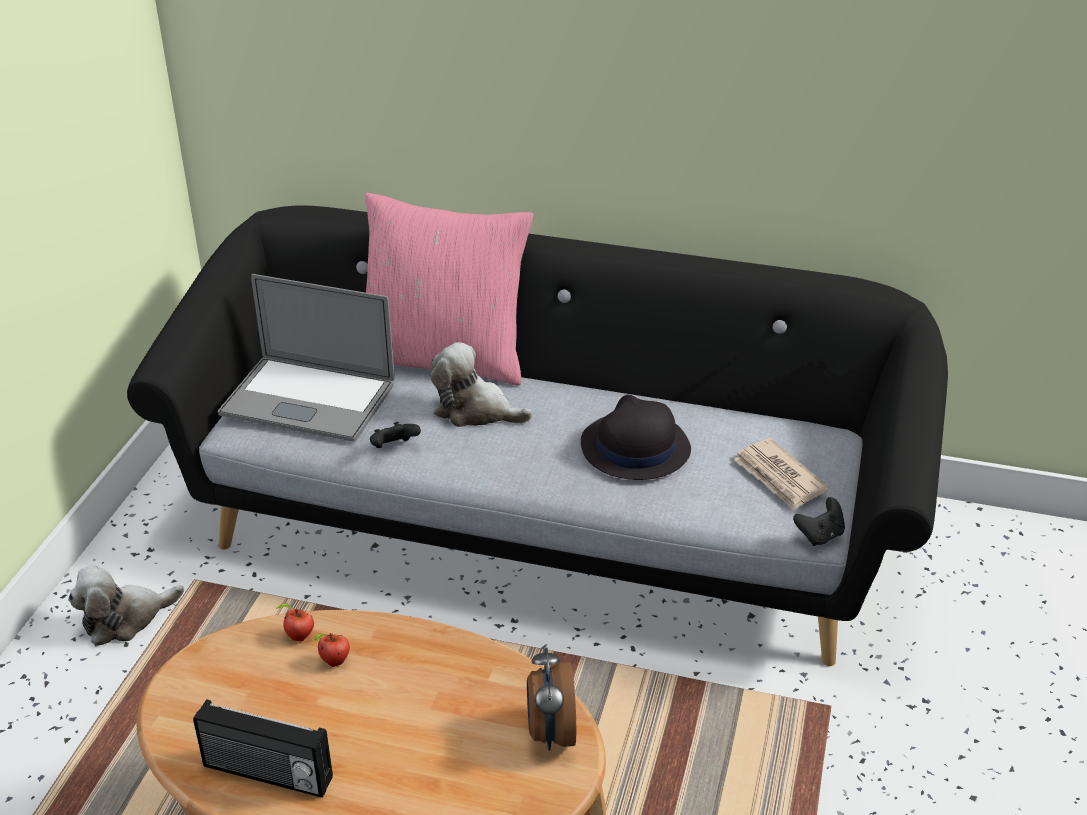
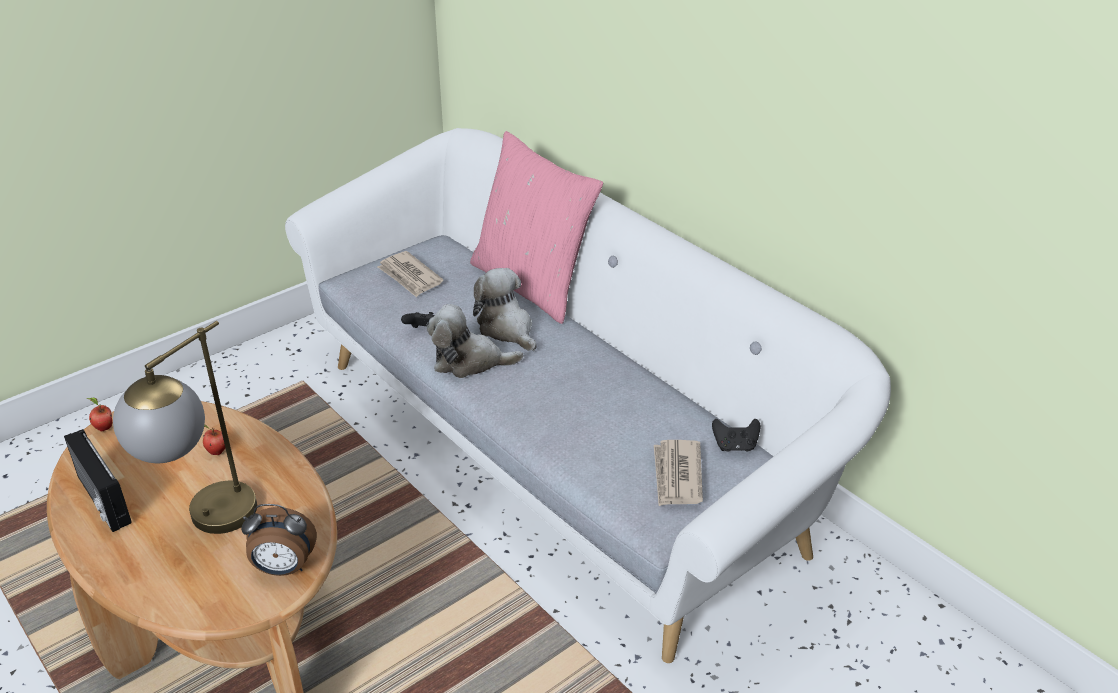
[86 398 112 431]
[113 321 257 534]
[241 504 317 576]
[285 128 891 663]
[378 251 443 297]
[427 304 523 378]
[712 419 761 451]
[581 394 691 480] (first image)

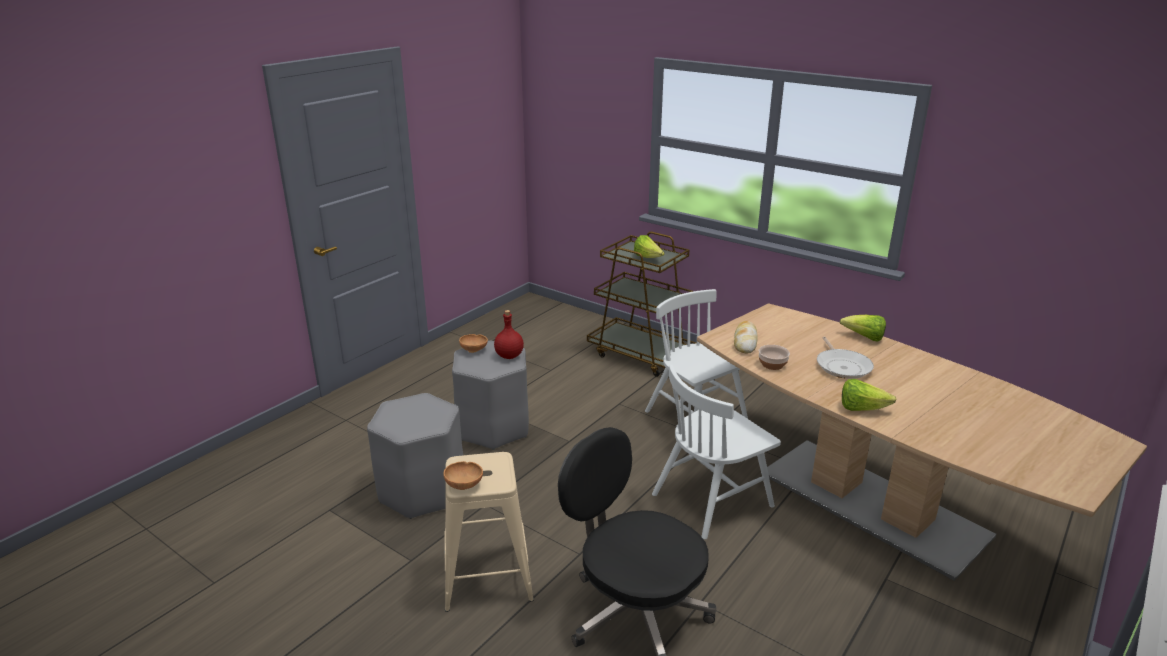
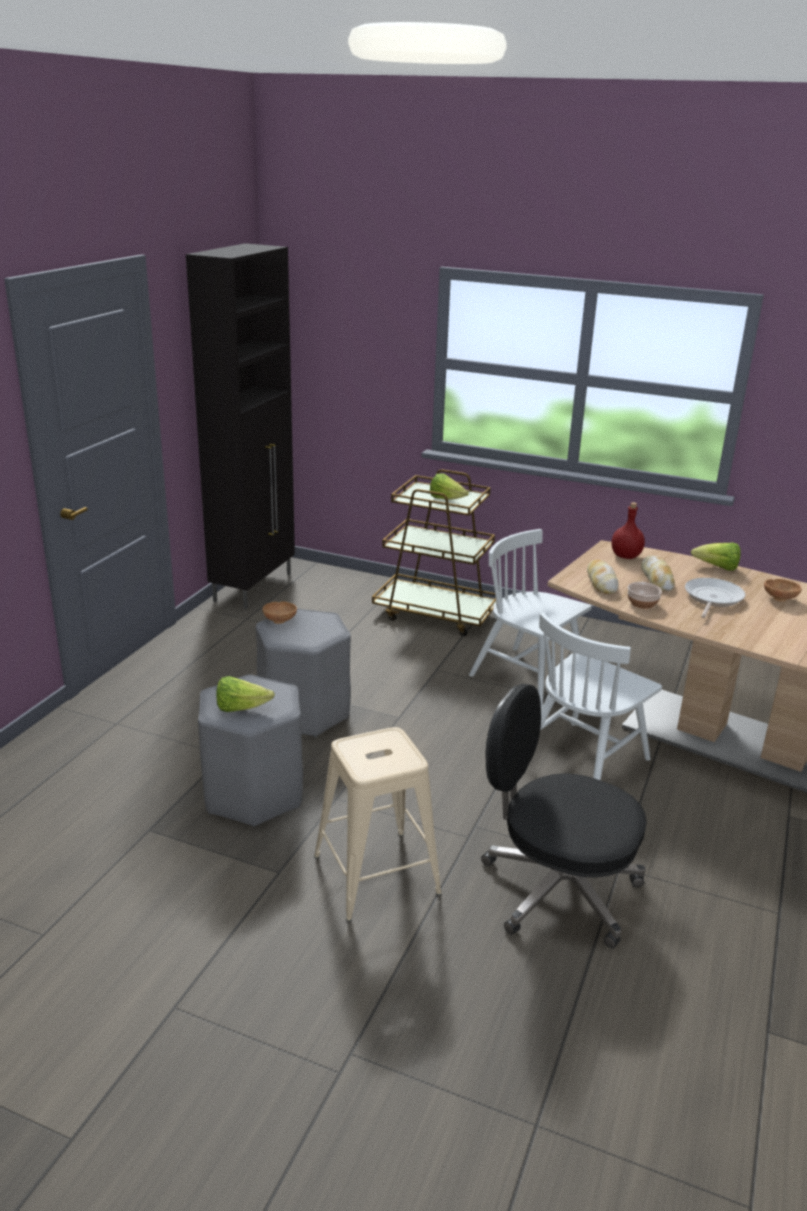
[186 243 295 609]
[216 676 275 712]
[611 502 645 559]
[641 555 675 591]
[685 578 745 618]
[764 579 802 601]

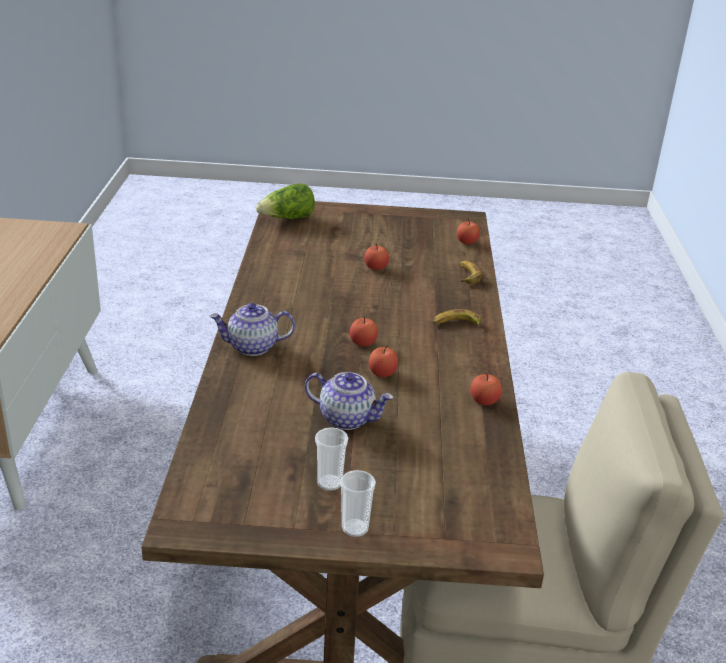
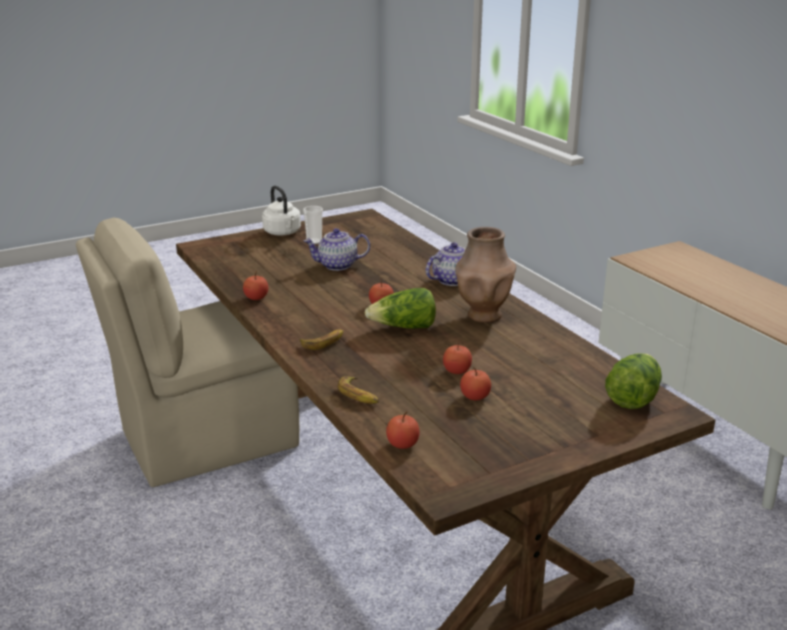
[262 186 301 236]
[365 288 436 329]
[456 227 516 323]
[460 367 491 400]

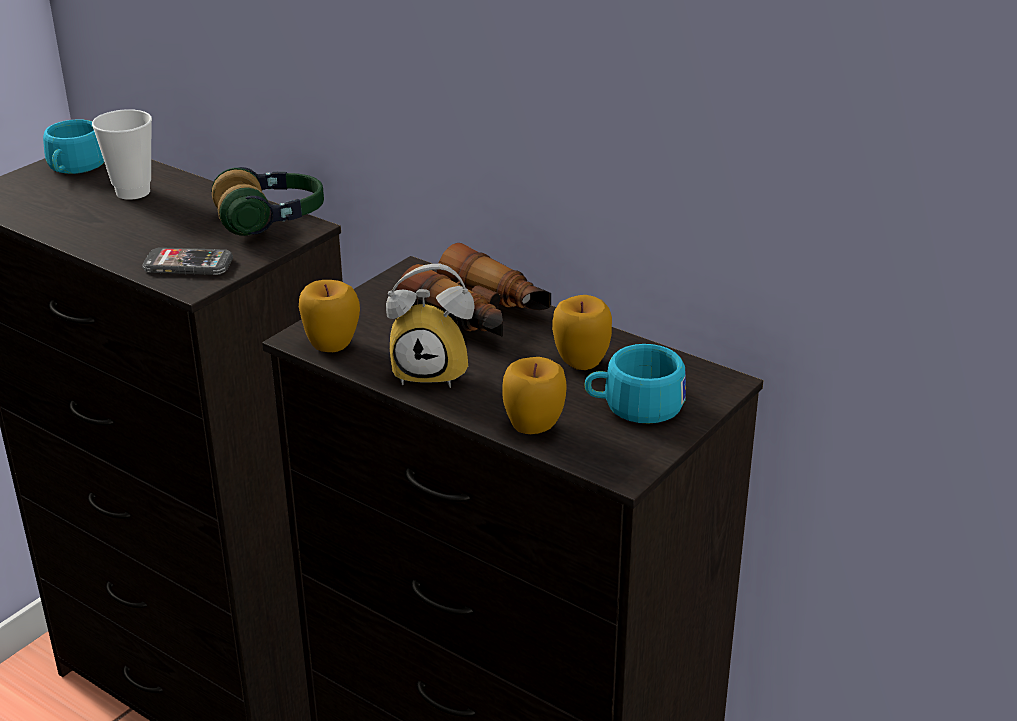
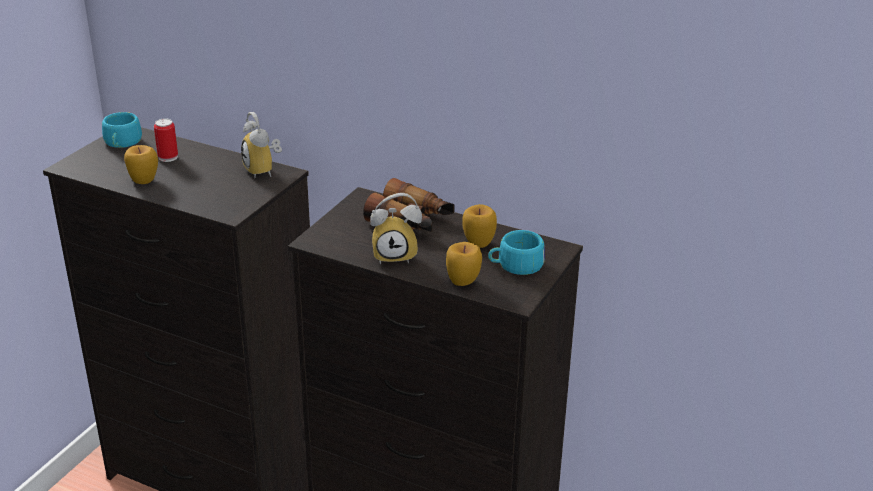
[124 145 158 184]
[154 119 178 162]
[241 112 282 178]
[142 247 233 275] (first image)

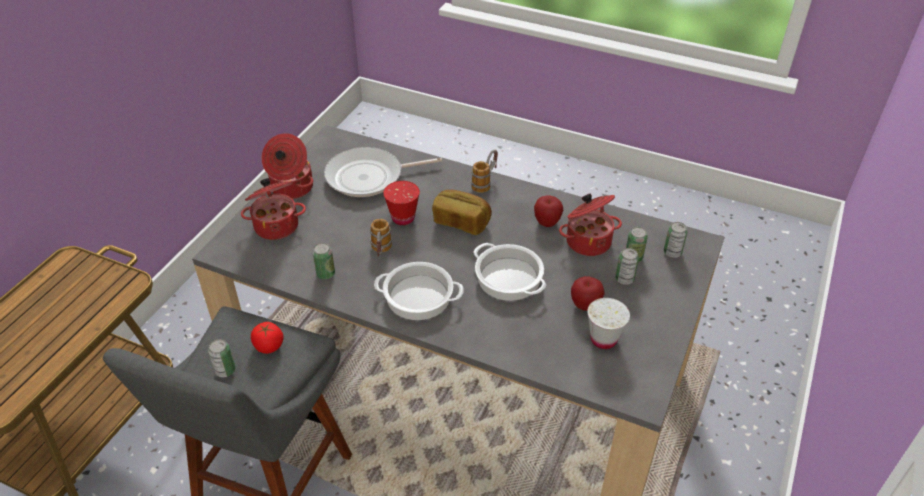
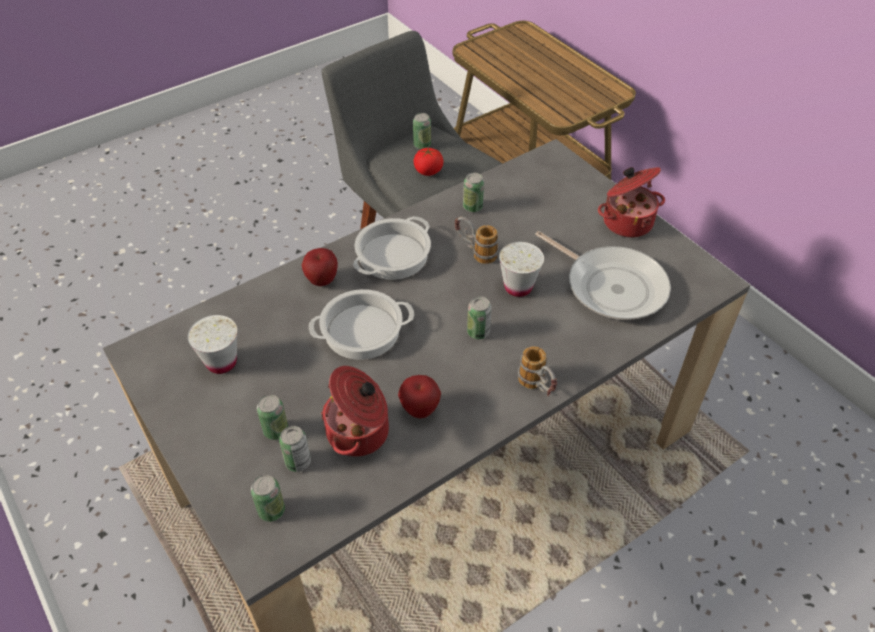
[302 248 338 286]
[467 296 492 339]
[499 242 544 297]
[535 231 671 320]
[241 178 306 240] (first image)

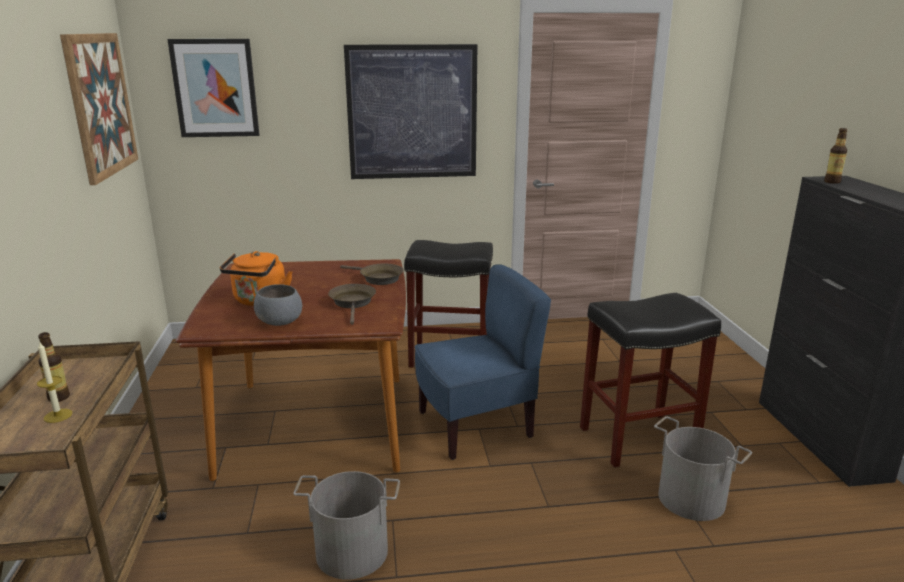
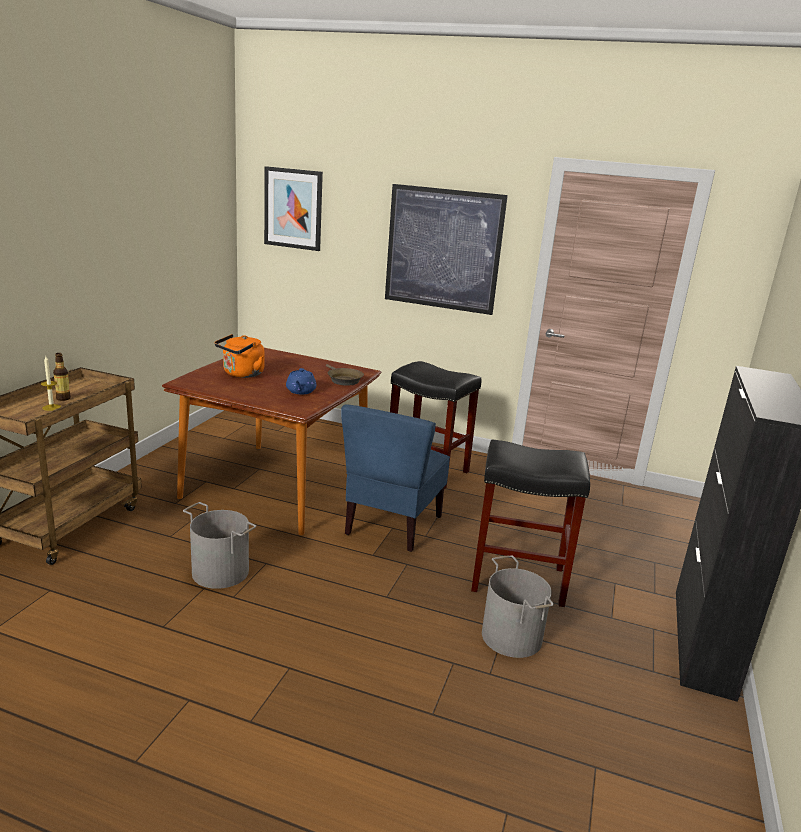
[286 368 316 394]
[341 404 450 552]
[60 33 138 185] (first image)
[254 284 302 326] (first image)
[824 128 847 184] (first image)

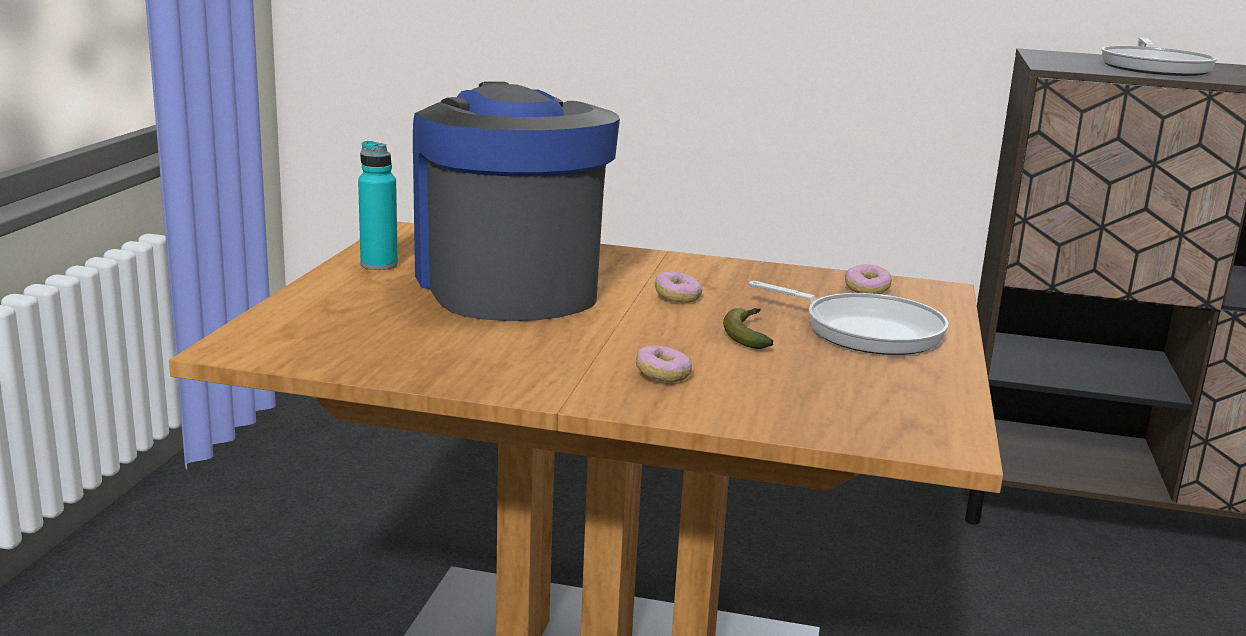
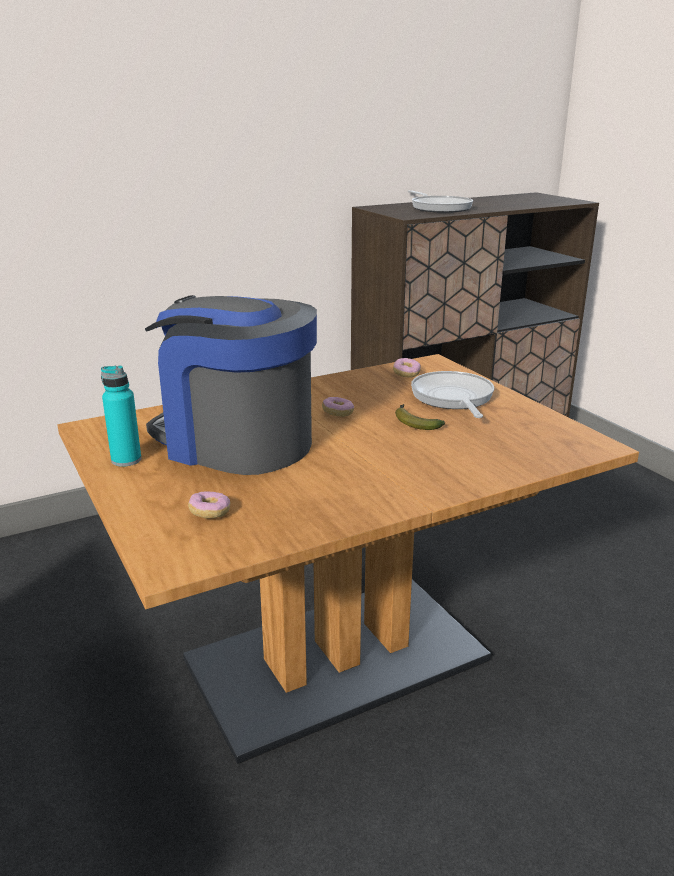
[188 491 230 519]
[411 371 494 418]

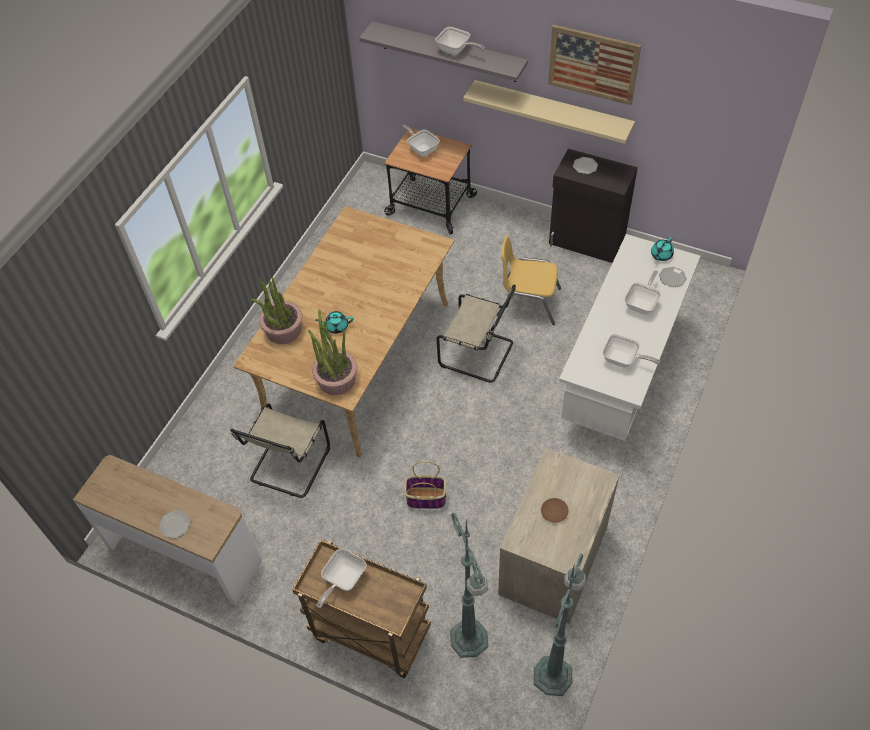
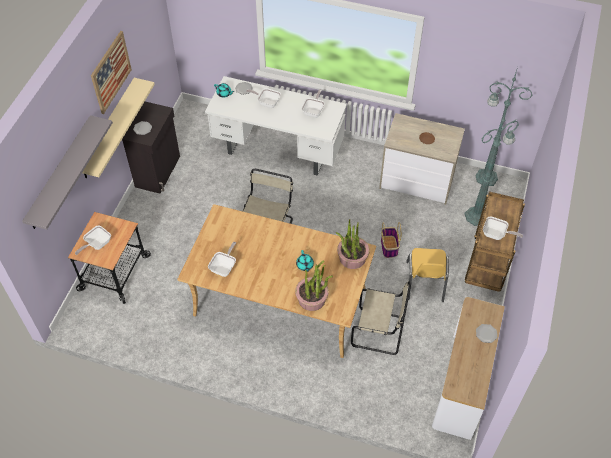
[208 242 236 277]
[406 248 449 302]

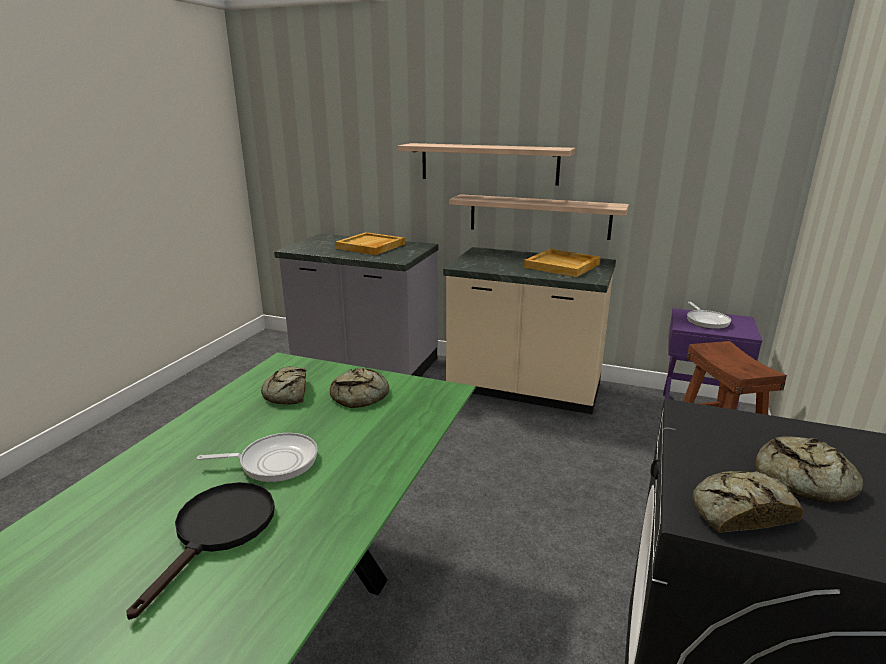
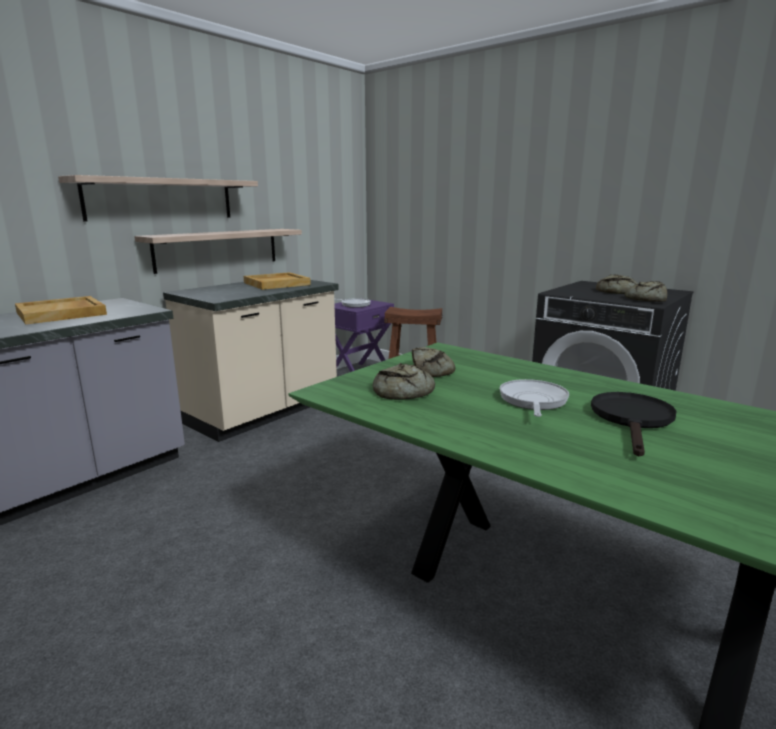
[591 392 676 456]

